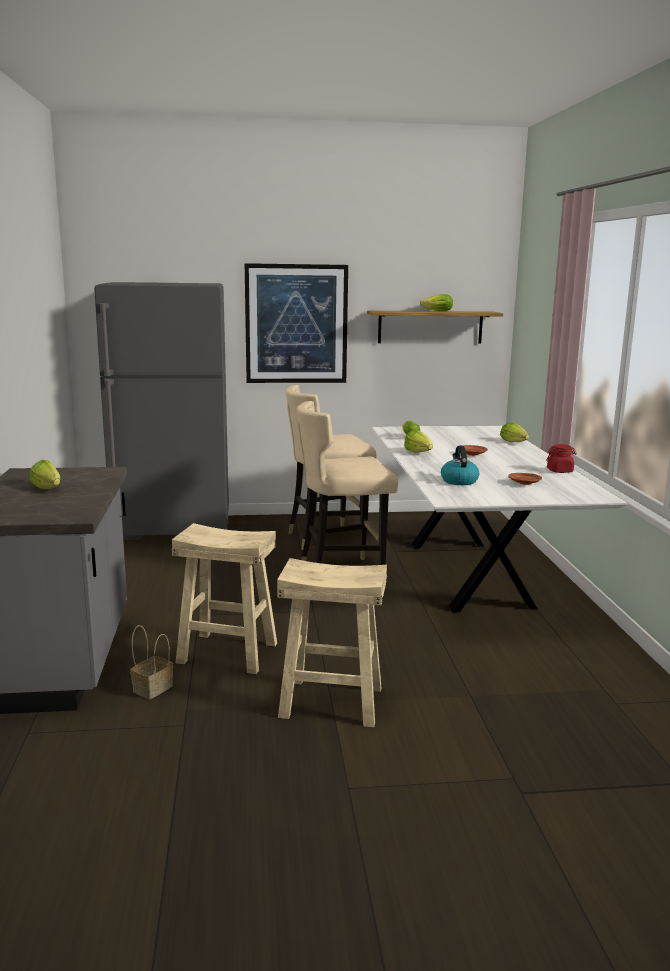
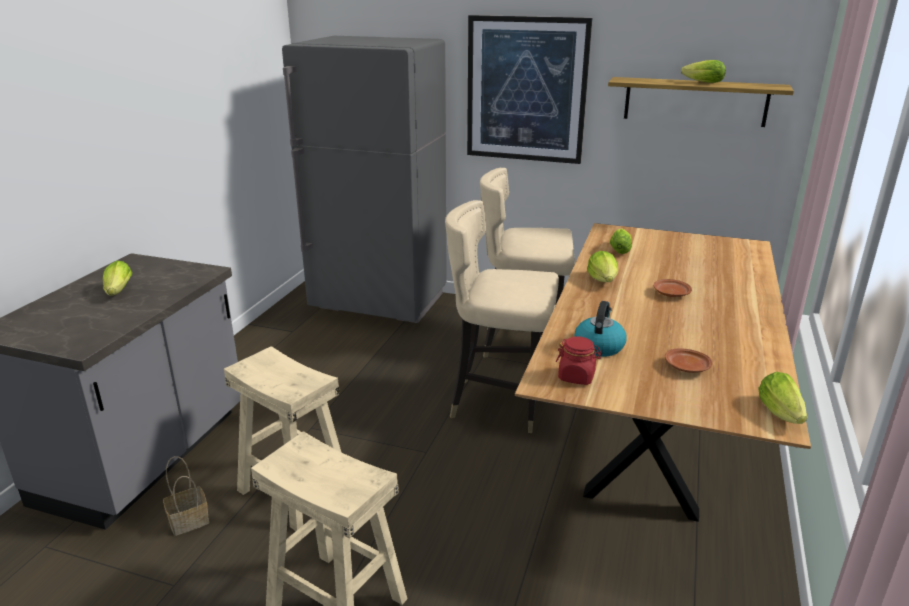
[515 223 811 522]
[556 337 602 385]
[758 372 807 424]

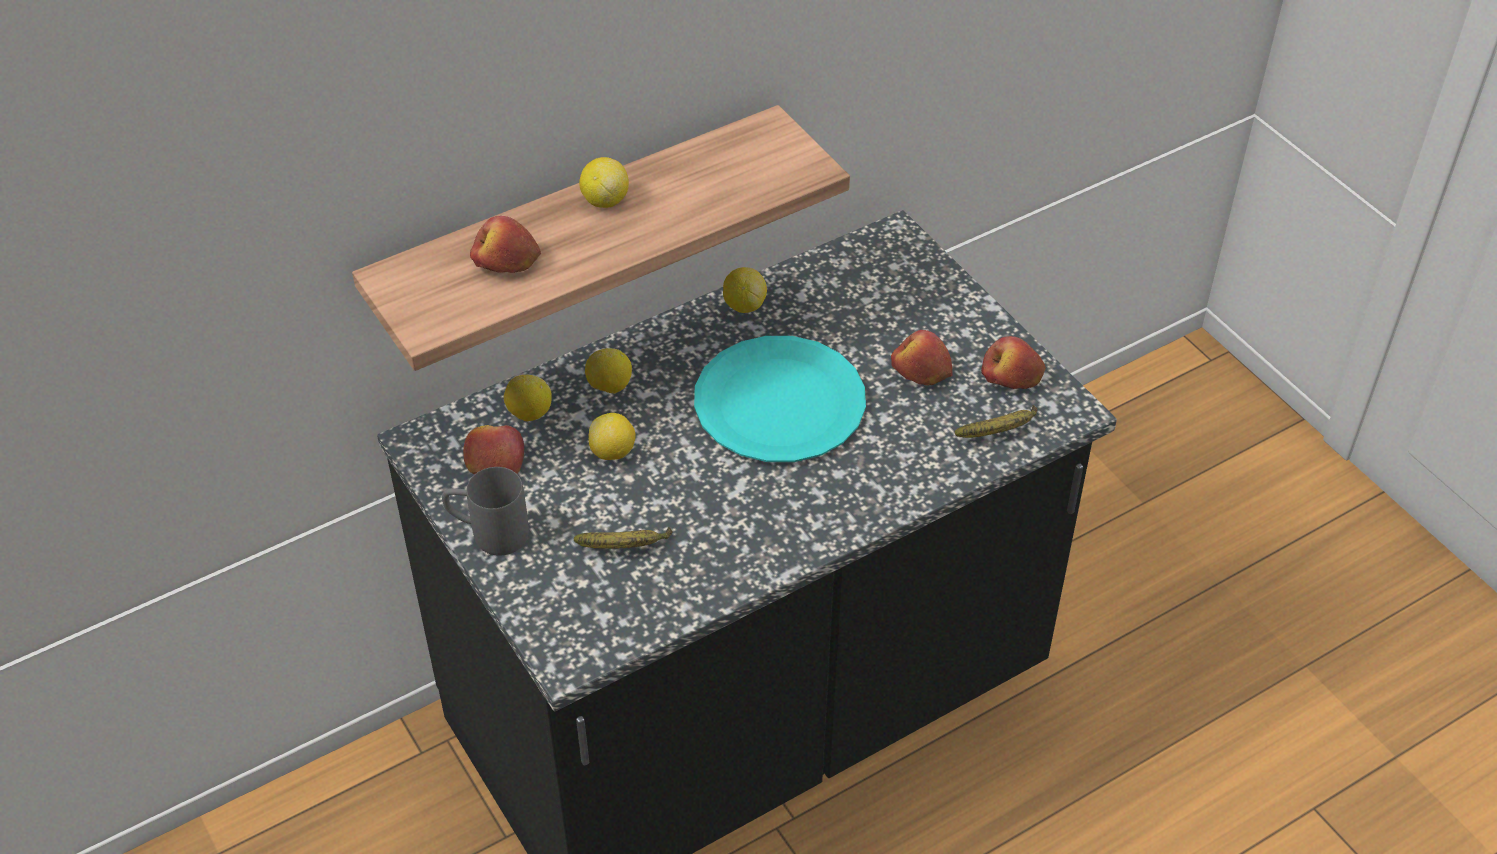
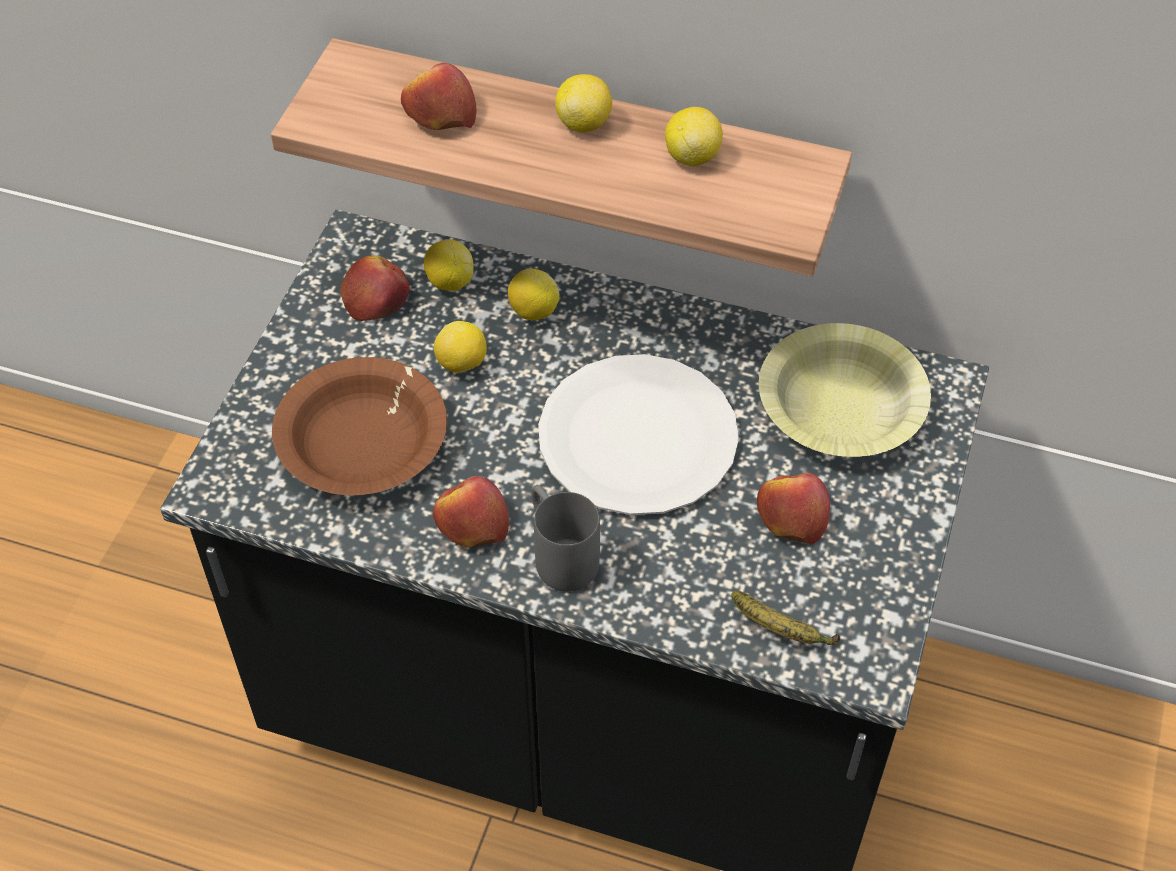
[272 357 447 495]
[433 476 509 548]
[532 485 600 592]
[538 354 739 515]
[665 107 723 166]
[759 323 931 457]

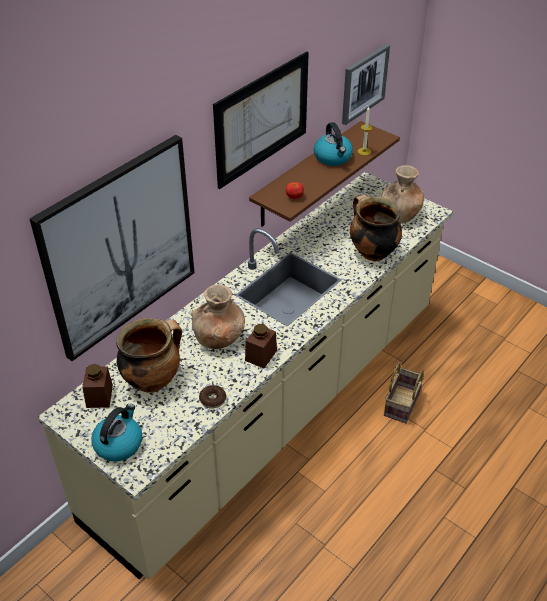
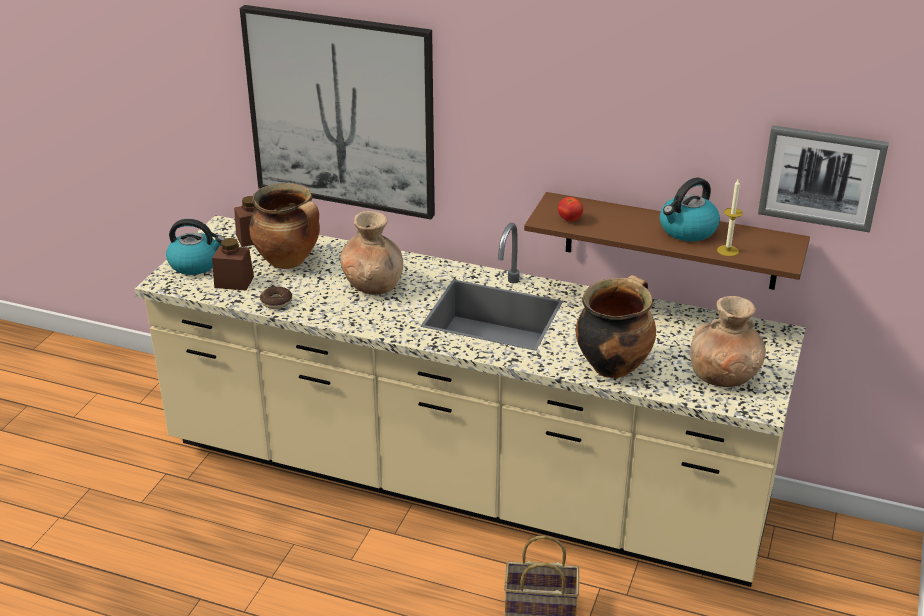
[212 238 254 291]
[213 51 309 189] (first image)

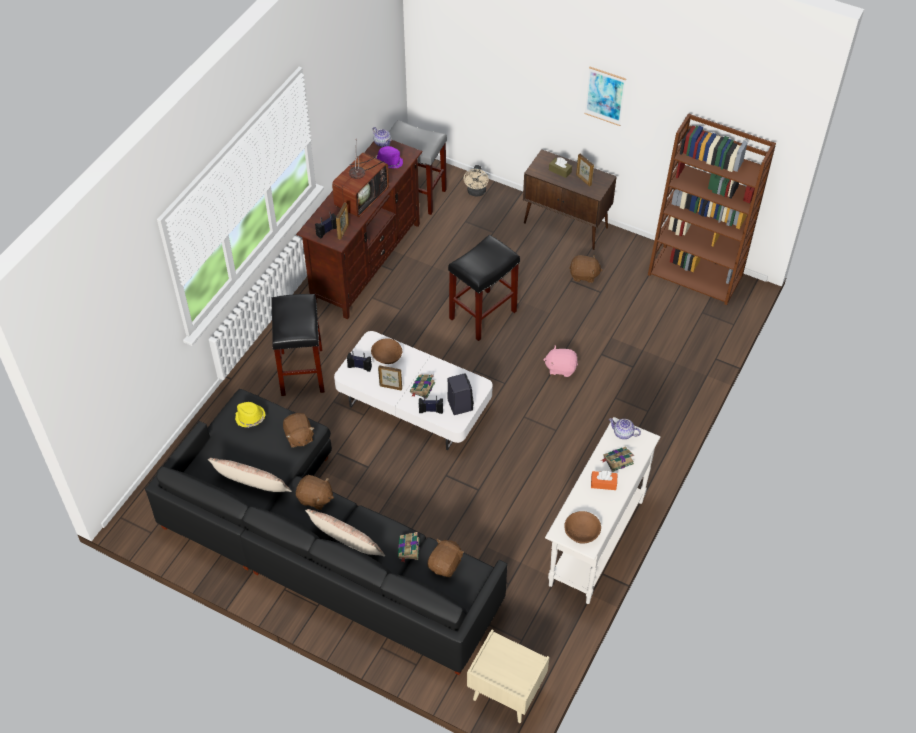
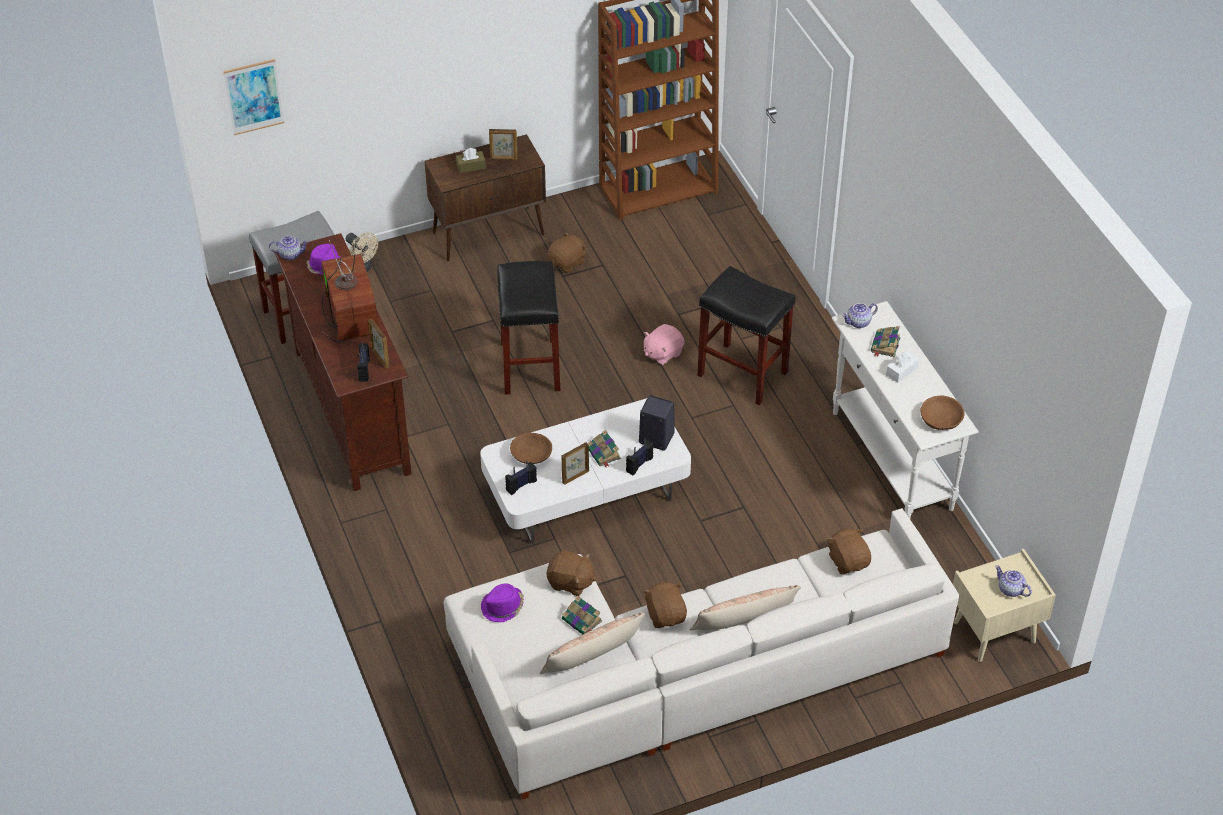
[223 59 284 135]
[443 508 959 800]
[481 584 524 622]
[562 595 602 635]
[643 582 687 628]
[697 266 796 405]
[886 351 919 383]
[995 565 1032 597]

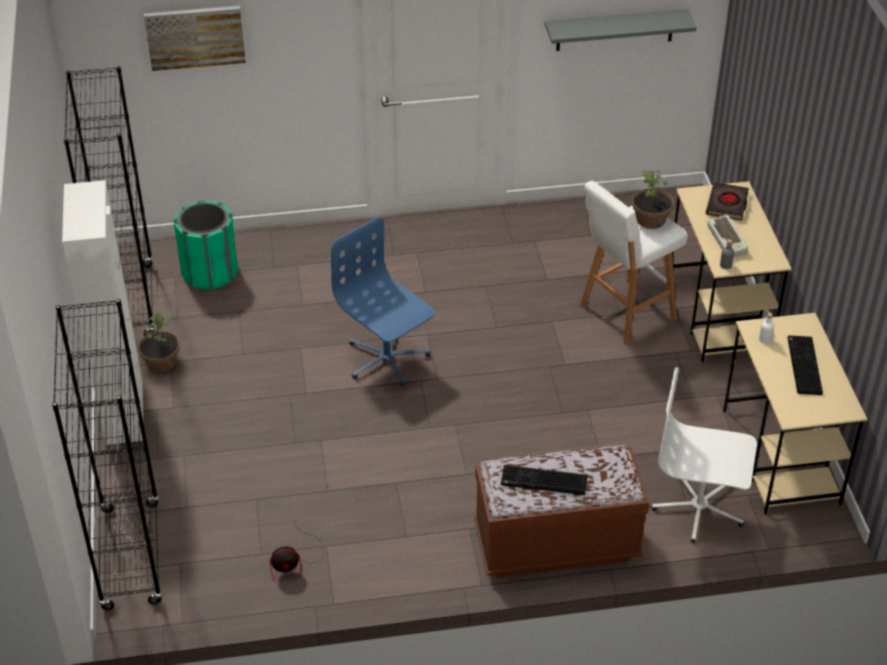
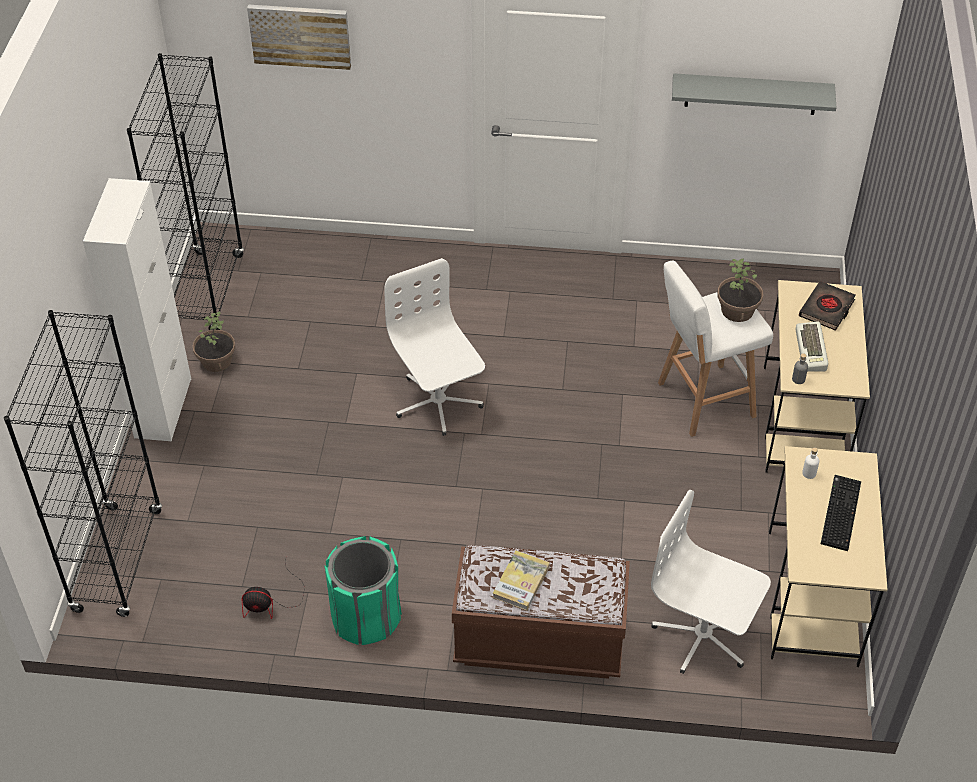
[325 536 402 645]
[384 258 485 436]
[492 550 550 610]

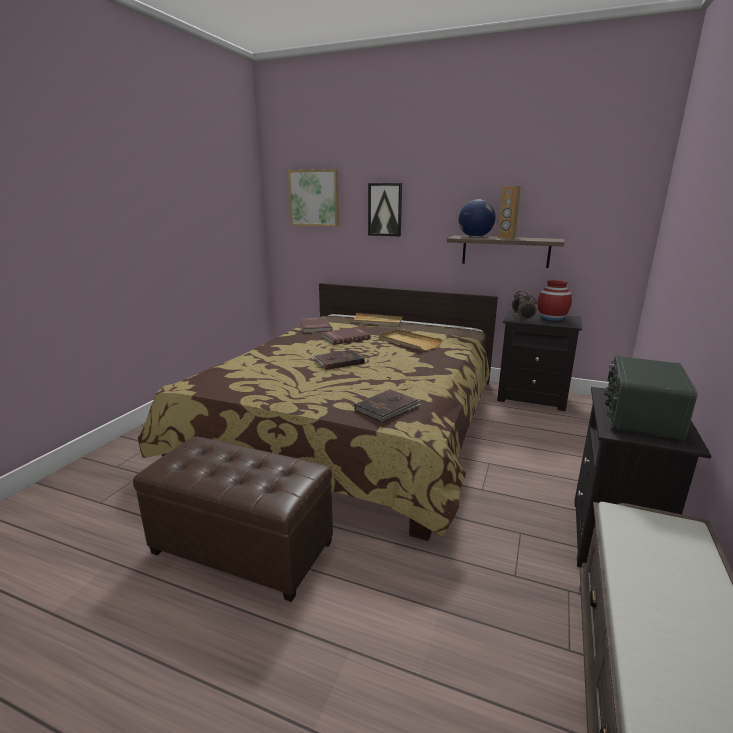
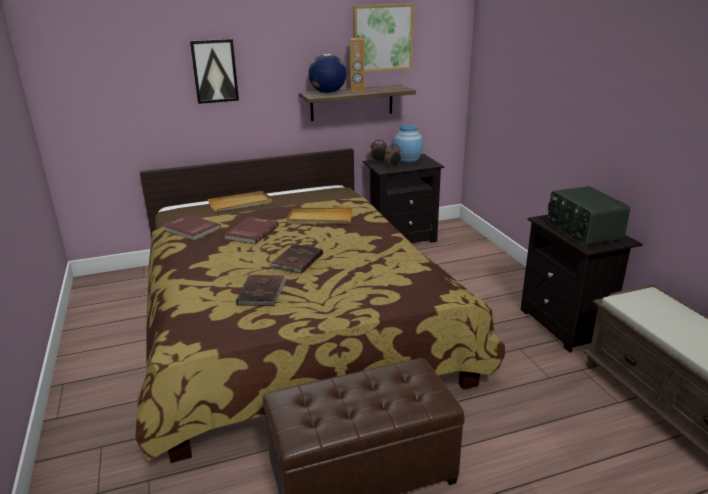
[236 274 287 306]
[353 4 414 72]
[393 124 423 163]

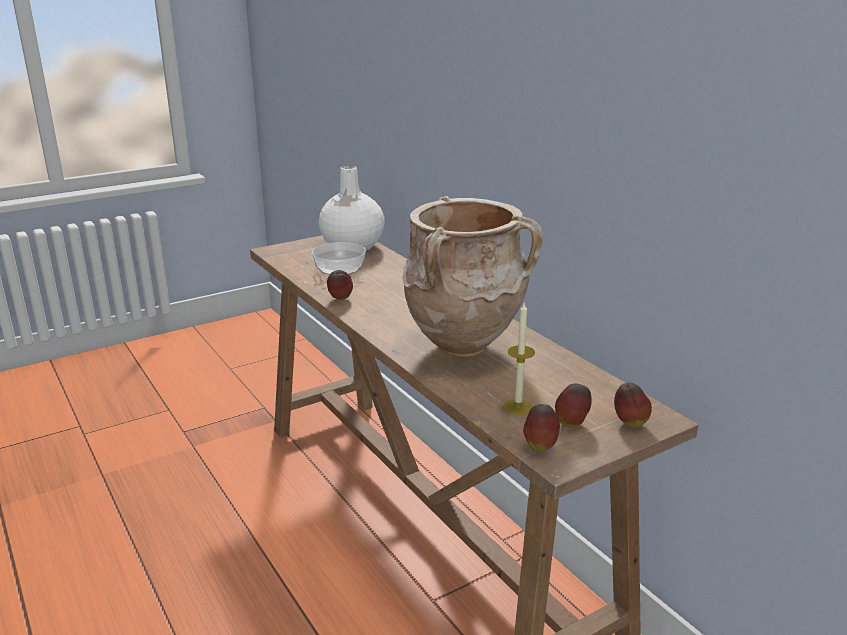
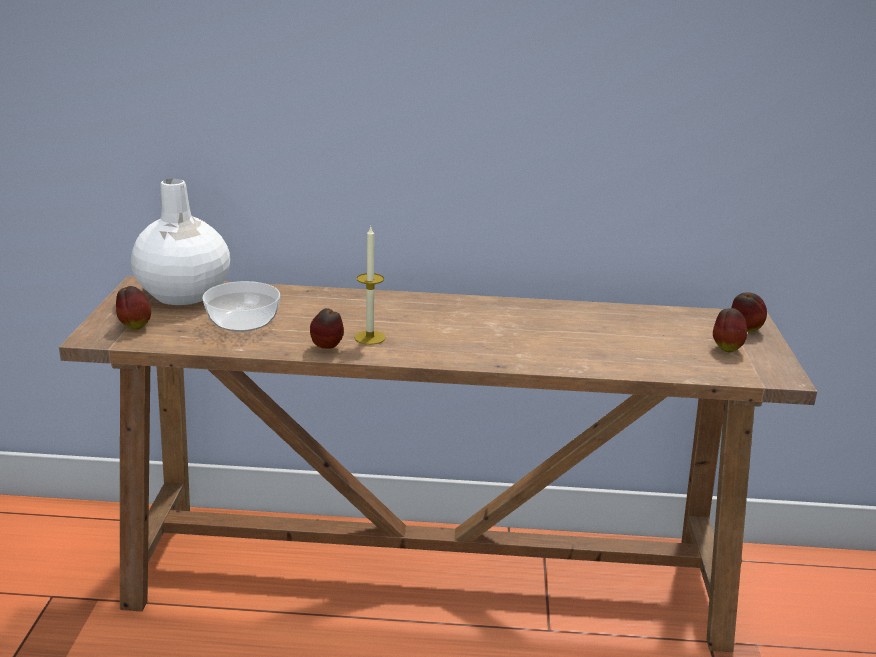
[116 286 151 330]
[354 227 386 345]
[402 196 543 358] (first image)

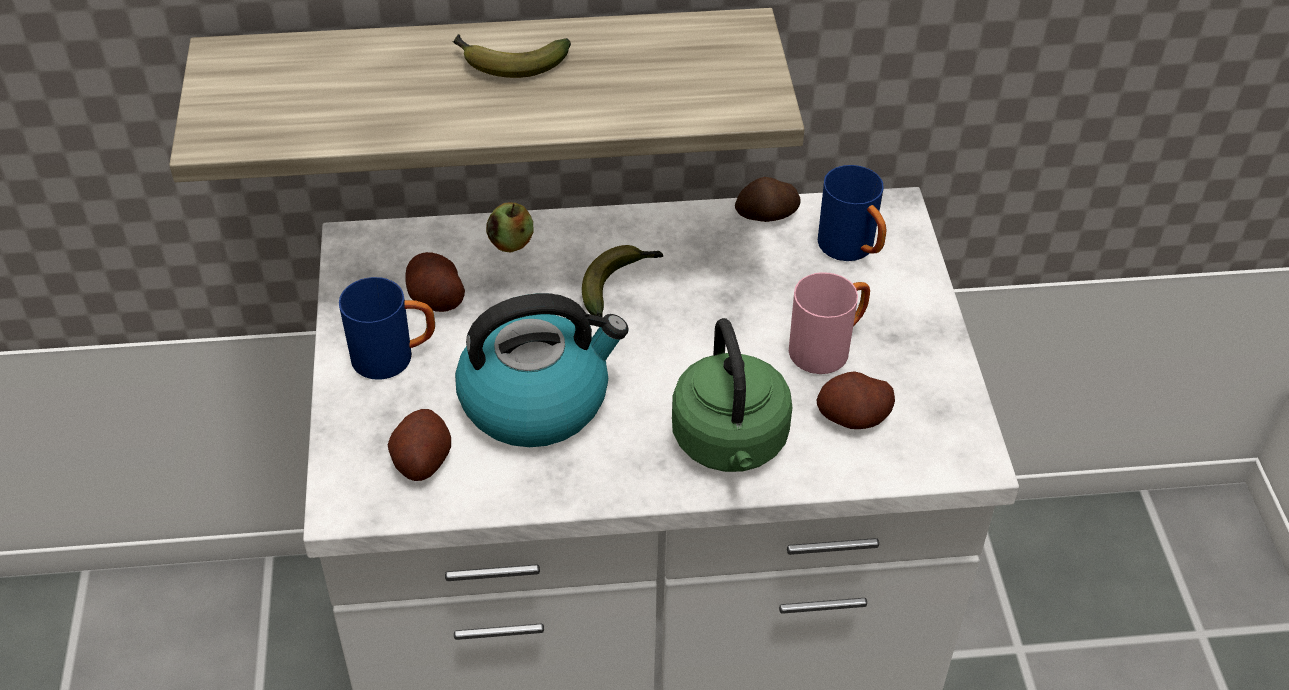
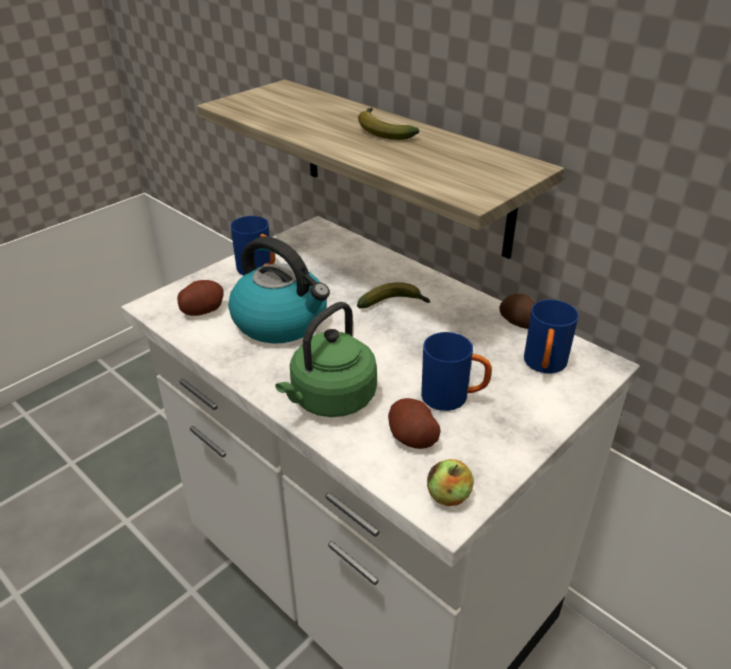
[421 332 492 411]
[427 459 474 506]
[405 252 465 312] (first image)

